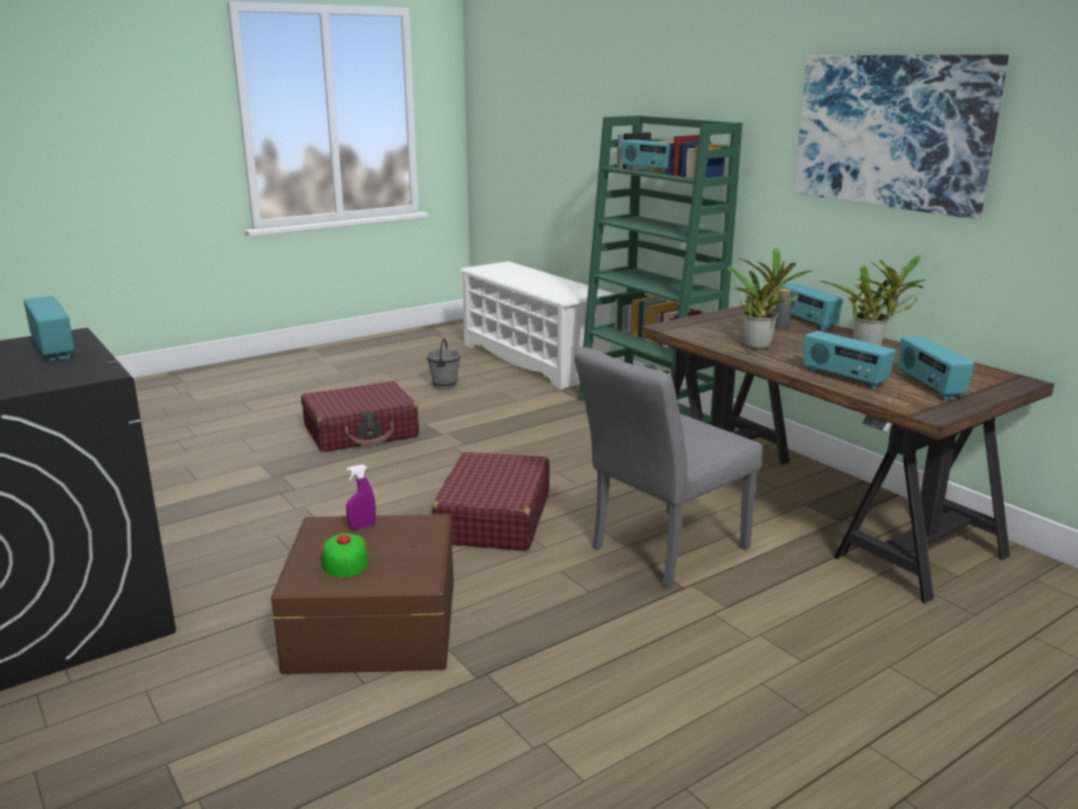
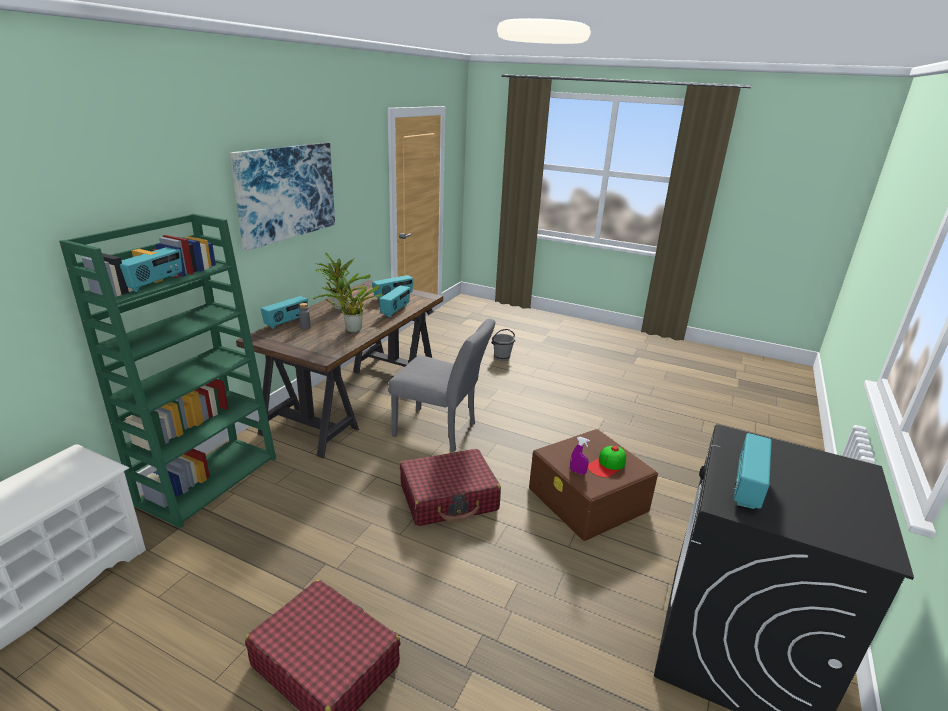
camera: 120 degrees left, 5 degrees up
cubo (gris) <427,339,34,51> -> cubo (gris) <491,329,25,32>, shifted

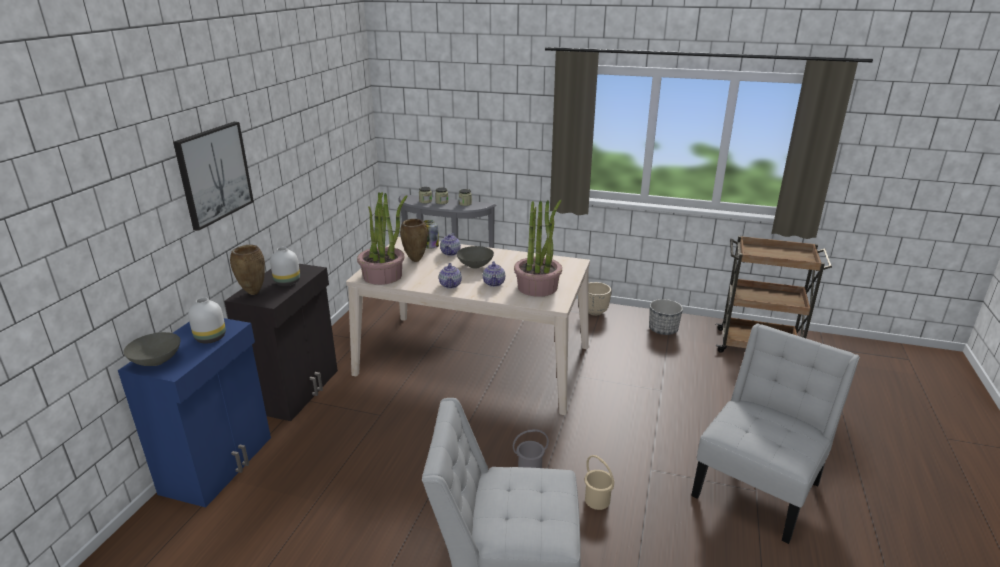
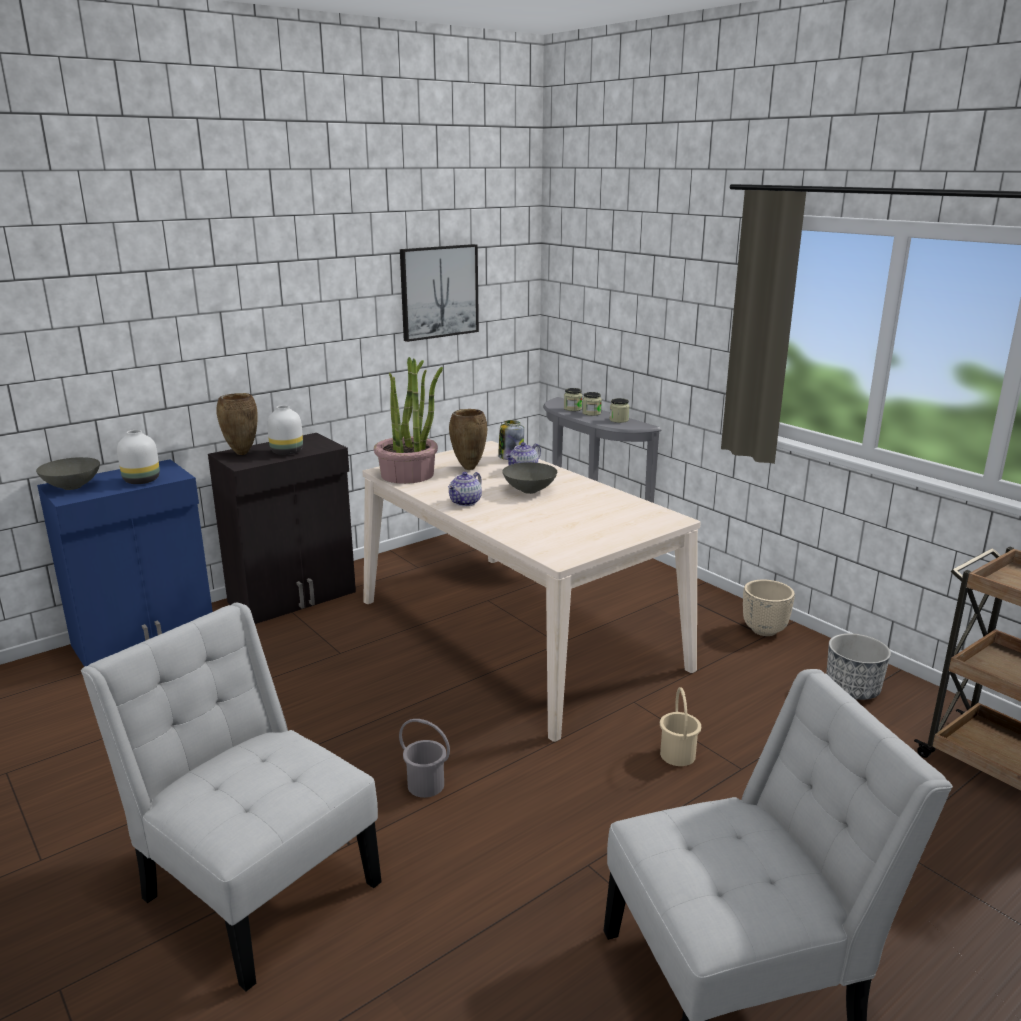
camera: 35 degrees right, 5 degrees down
cuadro <173,122,81,109> -> cuadro <400,244,79,98>, shifted
planta en maceta <514,200,48,97> -> none
tetera <483,261,22,26> -> none
cubo (beis) <584,455,30,55> -> cubo (beis) <660,687,41,79>, shifted

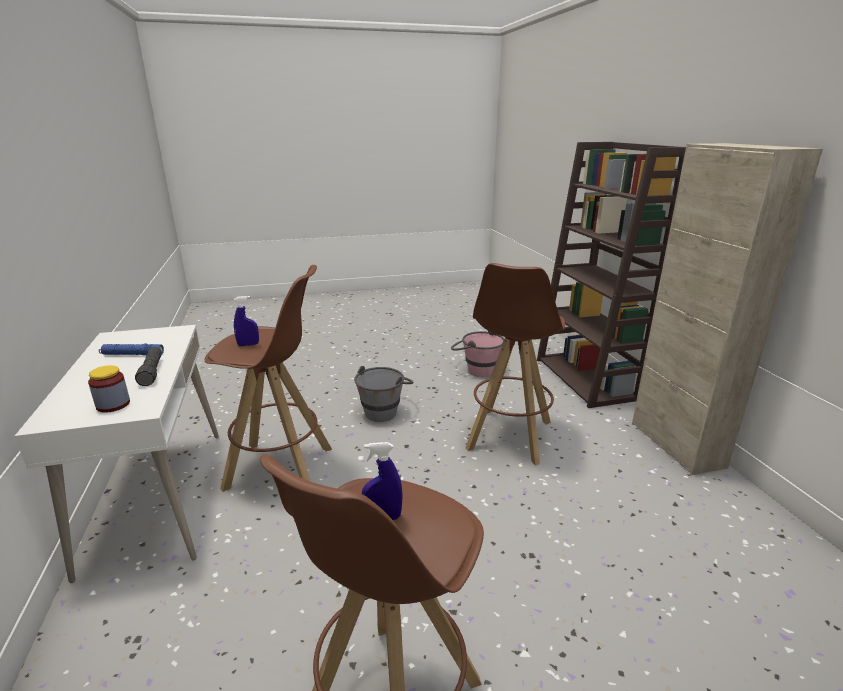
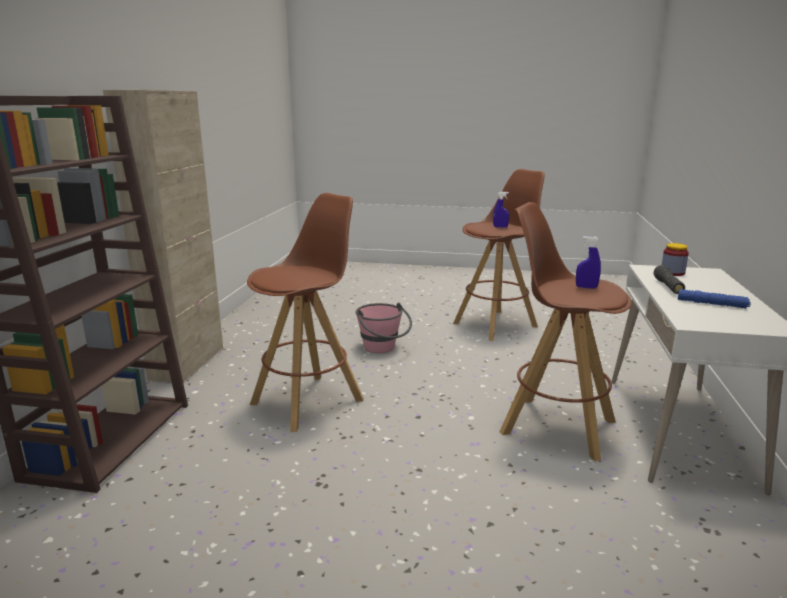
camera: 155 degrees left, 5 degrees down
cubo (rosa) <451,331,53,46> -> cubo (rosa) <355,303,57,50>, shifted
cubo (gris) <354,366,59,56> -> none

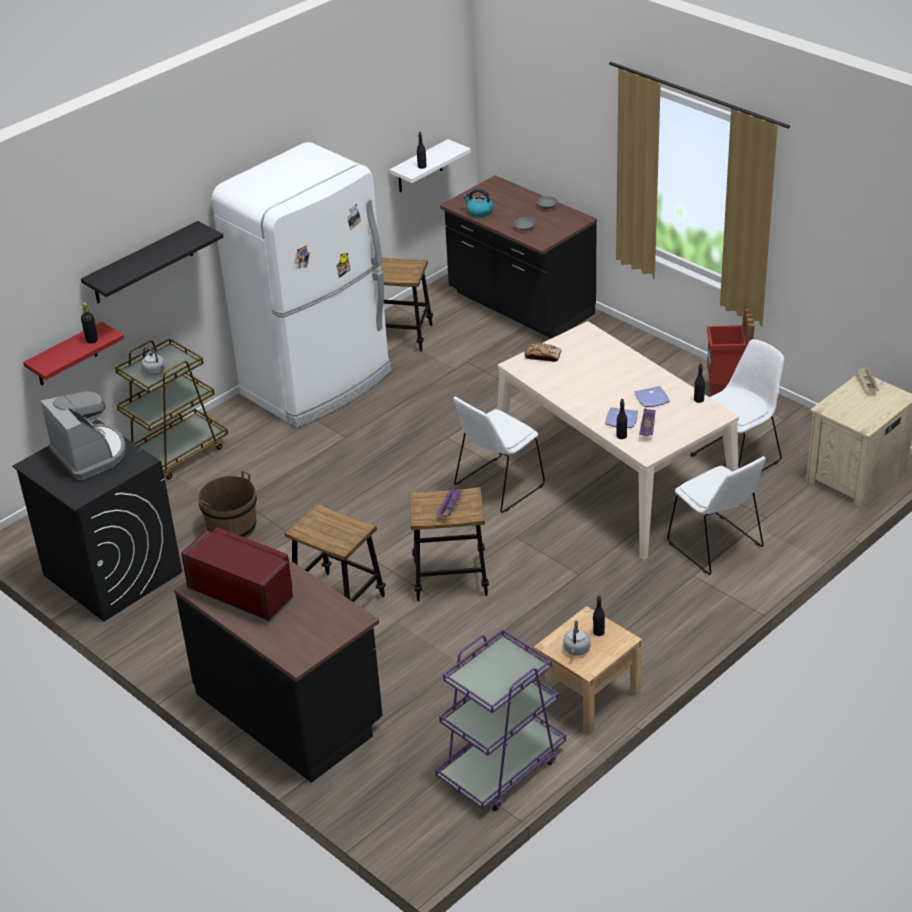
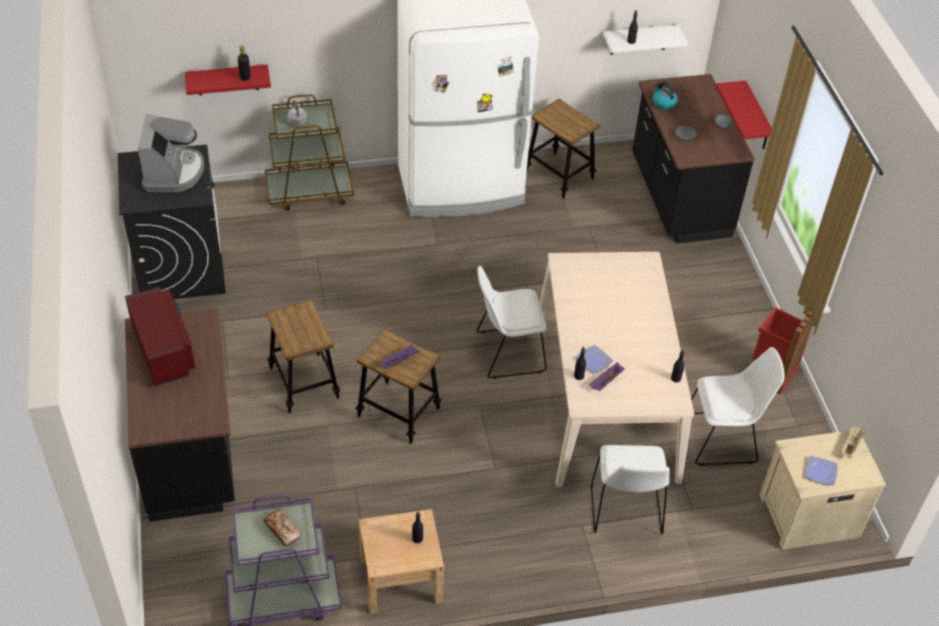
camera: 30 degrees right, 10 degrees up
estante (negro) <81,221,143,82> -> none
pan <524,343,38,19> -> pan <263,510,39,36>, shifted
plato <635,386,35,21> -> plato <805,456,32,29>, shifted
cubo (marrón) <198,471,59,67> -> none
hervidor (gris) <563,620,27,36> -> none
none -> estante (rojo) <716,81,56,68>

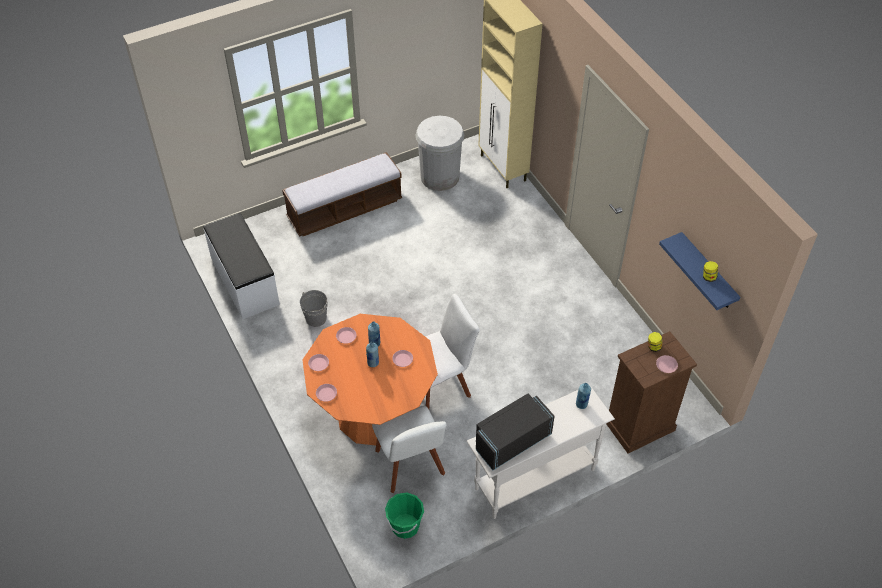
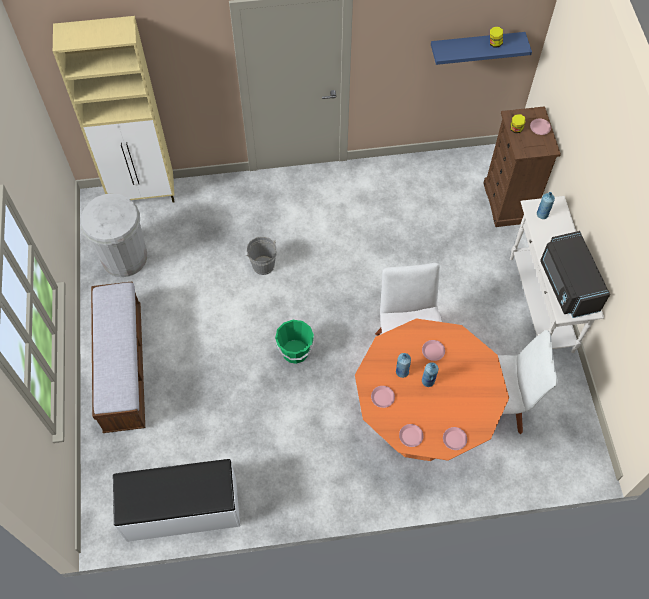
camera: 70 degrees left, 10 degrees up
cubo (gris) <300,290,28,37> -> cubo (gris) <246,236,31,39>, shifted
cubo (verde) <385,492,39,47> -> cubo (verde) <275,320,40,44>, shifted

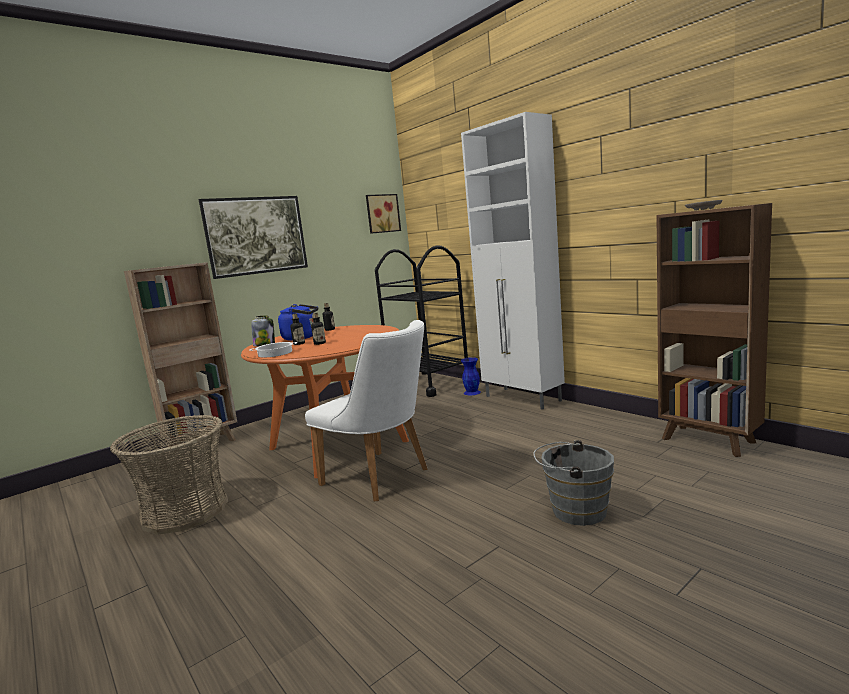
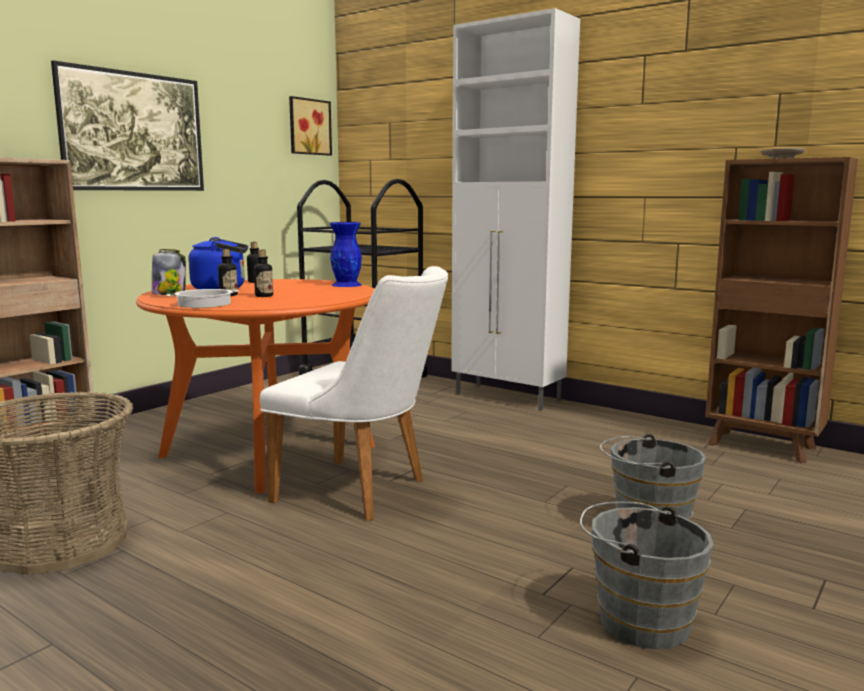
camera: 15 degrees left, 0 degrees up
florero (azul) <461,357,20,38> -> florero (azul) <330,222,32,65>, shifted
none -> cubo (gris) <580,501,133,148>

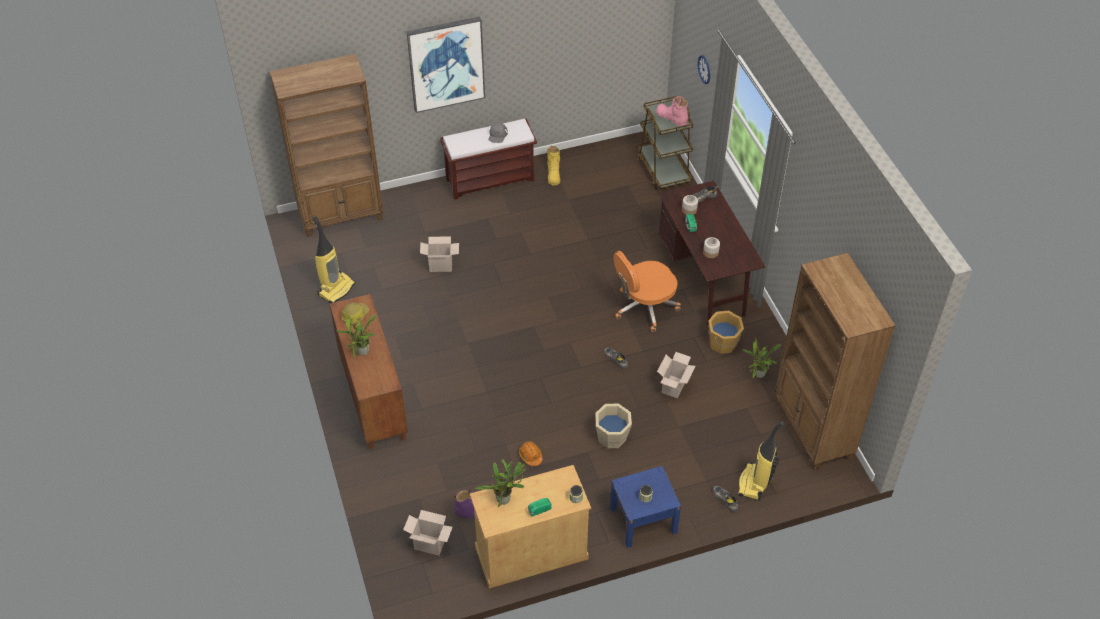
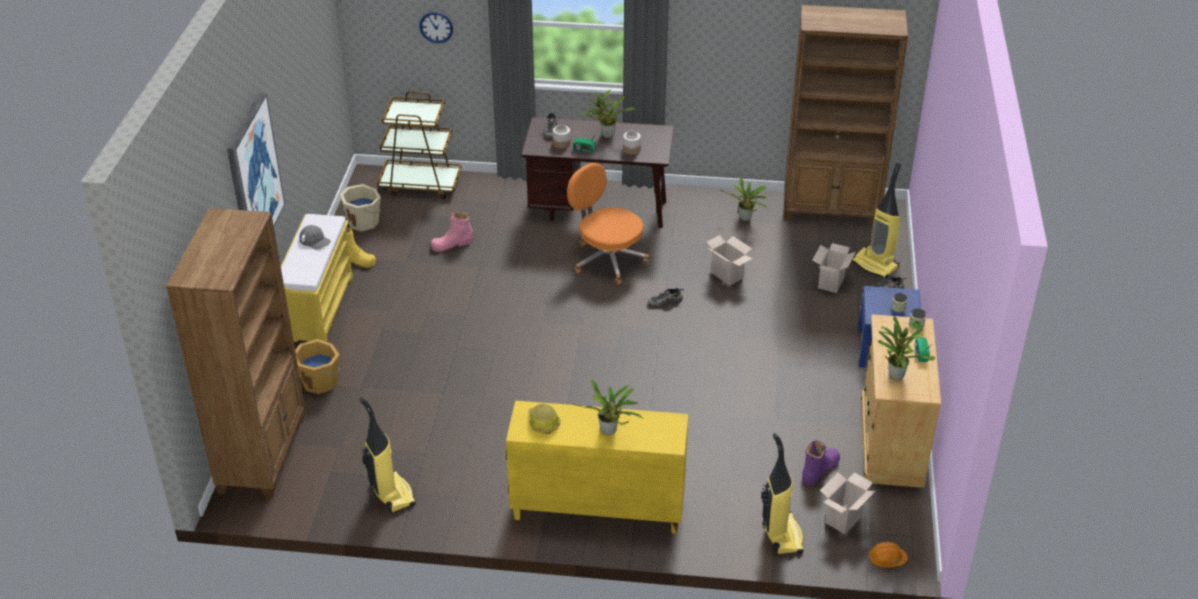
camera: 65 degrees left, 10 degrees down
bota (rosa) <656,96,32,30> -> bota (rosa) <431,212,42,40>, shifted
banco (marrón) <440,119,97,81> -> banco (amarillo) <281,214,72,128>
caja de cartón <420,236,39,36> -> caja de cartón <812,243,44,50>, shifted
silla de oficina (naranja) <613,251,68,81> -> silla de oficina (naranja) <567,163,82,122>, 135 degrees clockwise
armario (marrón) <330,294,78,155> -> armario (amarillo) <506,400,183,134>
cubo (naranja) <708,311,36,43> -> cubo (naranja) <295,339,45,55>, shifted
cubo (beis) <595,403,37,45> -> cubo (beis) <340,184,41,48>, shifted
casco (naranja) <519,441,24,25> -> casco (naranja) <869,542,39,26>, shifted
none -> planta en maceta <579,90,55,48>
none -> aspiradora <761,433,43,122>

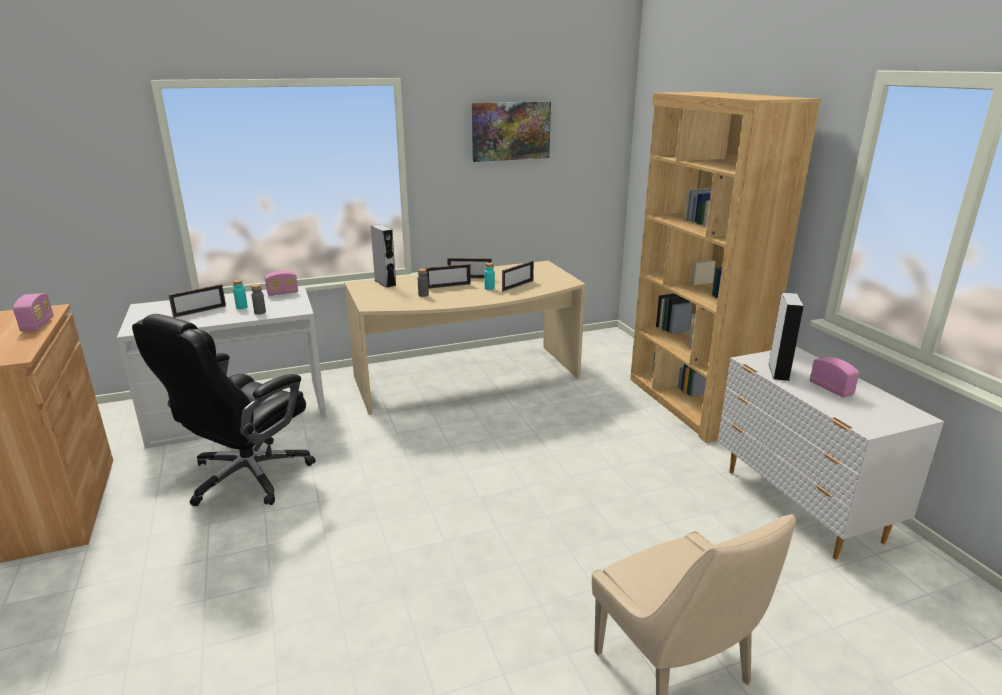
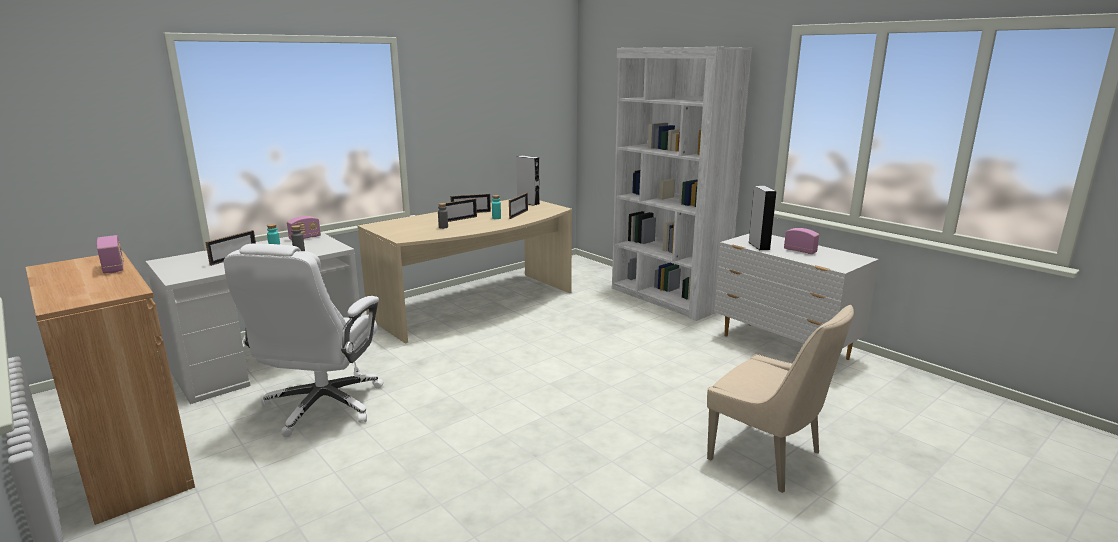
camera: 20 degrees left, 5 degrees down
estantería (marrón) <630,92,191,351> -> estantería (blanco) <612,47,140,274>
cuadro <472,101,79,61> -> none
altavoz (gris) <371,225,25,63> -> altavoz (gris) <516,156,24,50>, shifted
silla de oficina (negro) <132,314,184,192> -> silla de oficina (blanco) <224,244,160,193>

